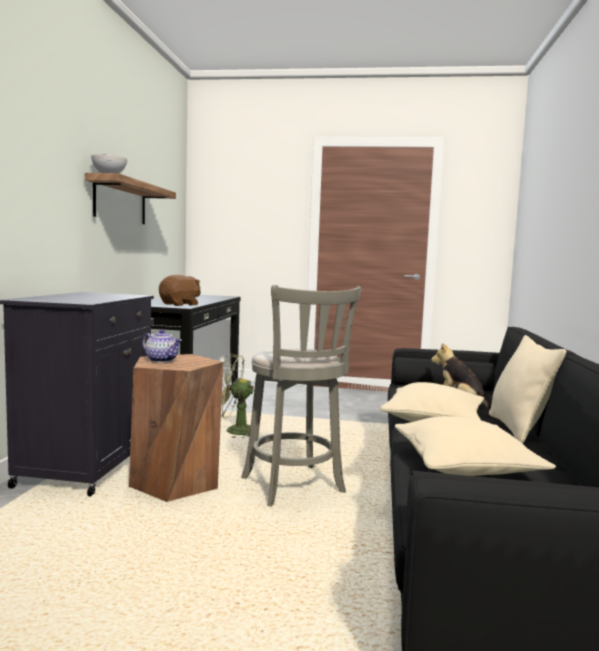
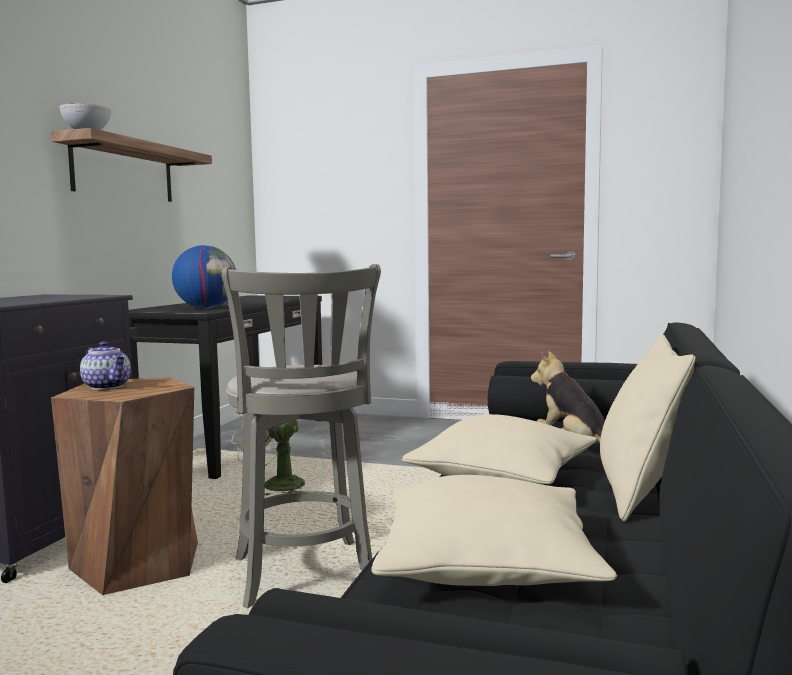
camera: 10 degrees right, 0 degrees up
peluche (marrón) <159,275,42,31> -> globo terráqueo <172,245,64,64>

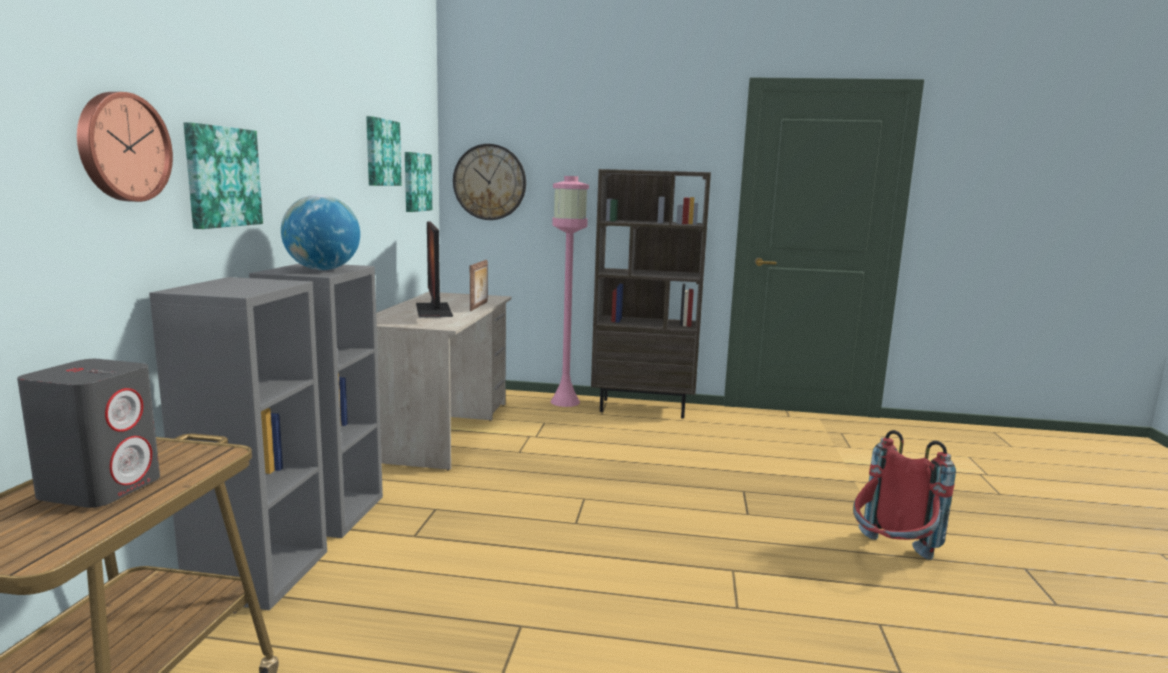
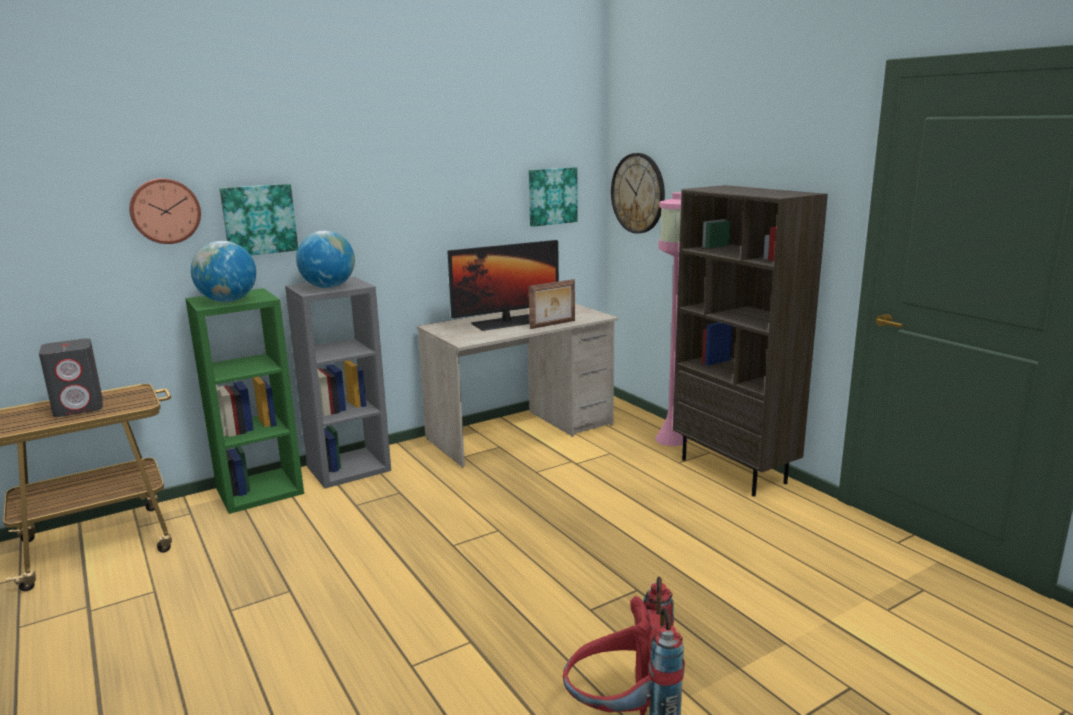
camera: 50 degrees right, 5 degrees up
cuadro <366,116,36,70> -> none
monitor <416,221,37,97> -> monitor <447,240,112,91>, 150 degrees counterclockwise
estantería (gris) <149,277,178,333> -> estantería (verde) <185,288,119,226>
none -> globo terráqueo <191,241,65,61>

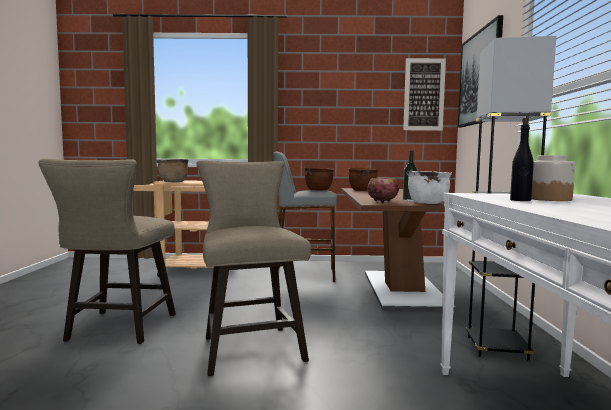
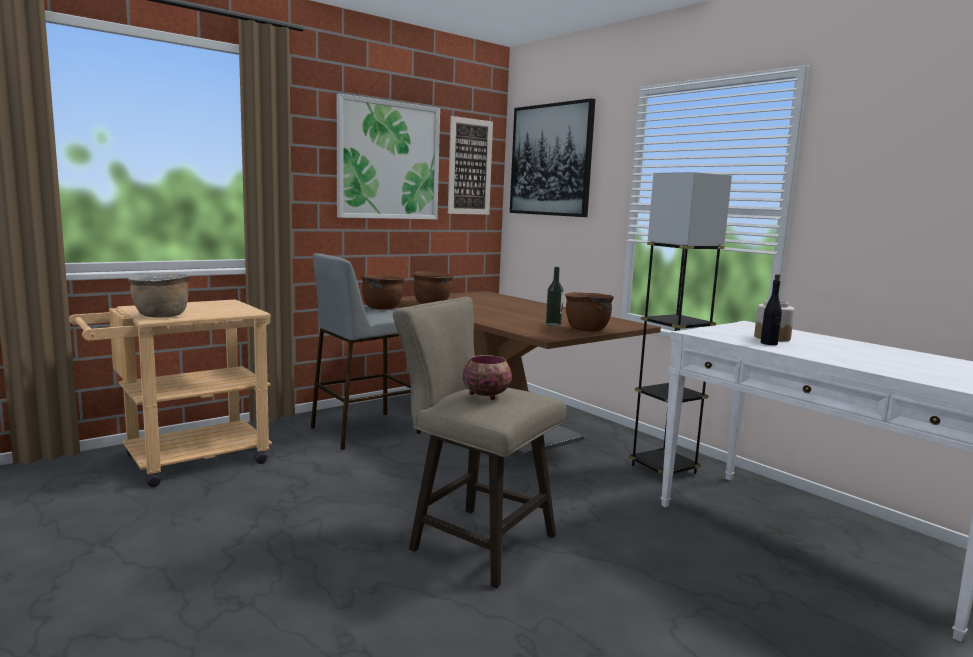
camera: 40 degrees left, 5 degrees up
taburete (beis) <38,159,138,185> -> none
olla (blanco) <407,171,45,33> -> olla (marrón) <565,292,49,40>
cuenco <367,178,32,25> -> cuenco <463,355,49,45>, shifted
none -> cuadro <337,93,103,127>

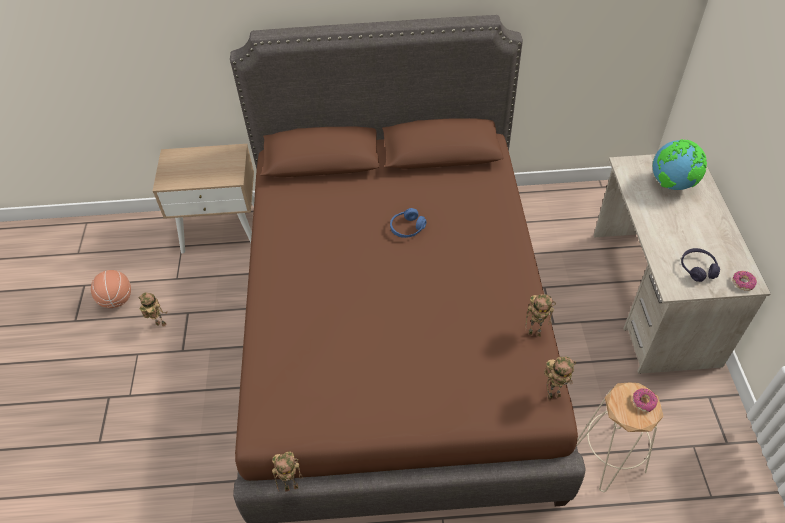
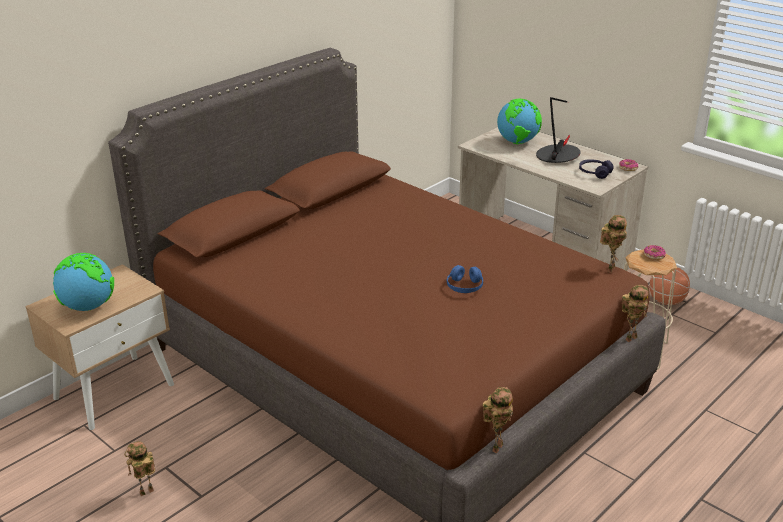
camera: 45 degrees left, 20 degrees down
auriculares (azul) <390,208,37,30> -> auriculares (azul) <446,265,37,28>, shifted
balón de baloncesto <91,270,40,38> -> balón de baloncesto <649,267,41,38>, shifted
robot de juguete <525,294,31,43> -> robot de juguete <622,285,27,57>, shifted
none -> lámpara de mesa <536,97,45,66>
none -> globo terráqueo <53,253,61,58>

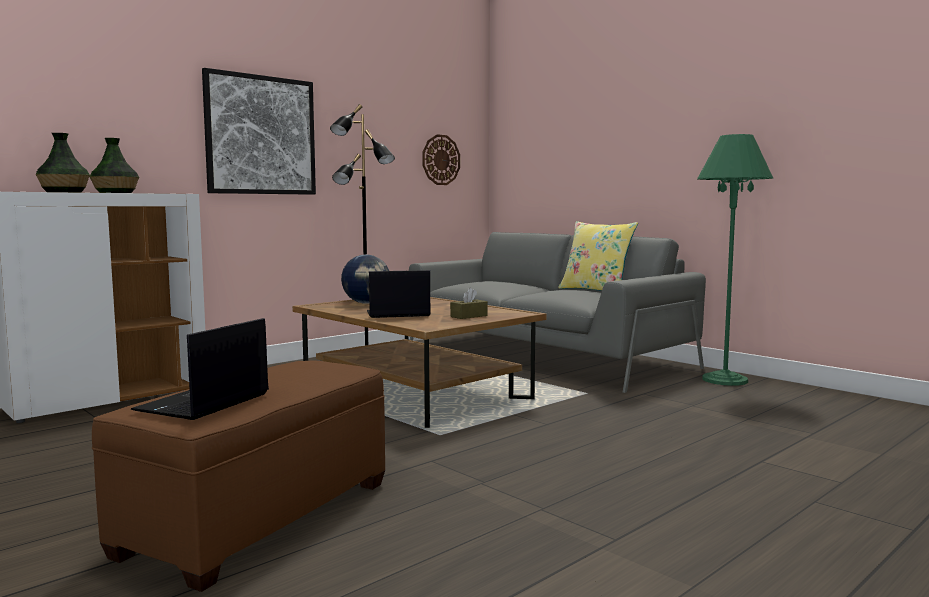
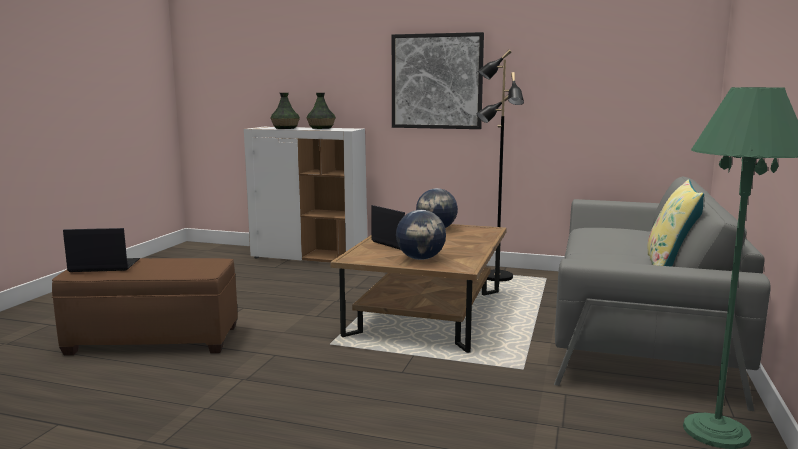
camera: 60 degrees right, 5 degrees up
reloj de pared <422,134,38,51> -> none
caja de pañuelos (marrón) <450,288,38,31> -> globo terráqueo <396,210,50,50>

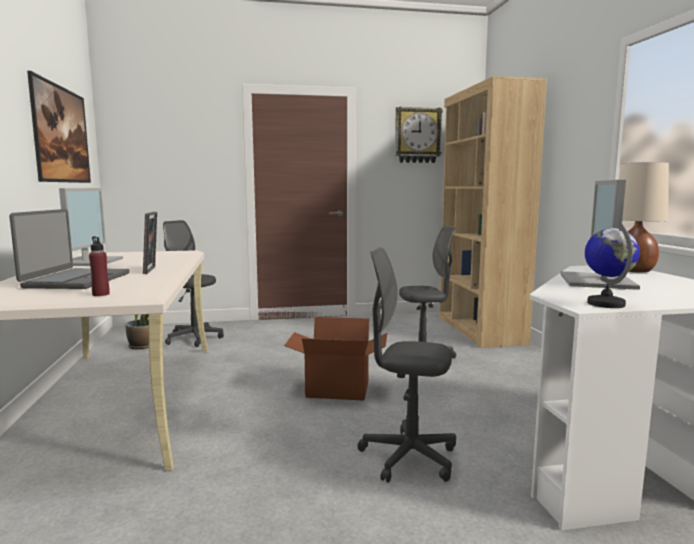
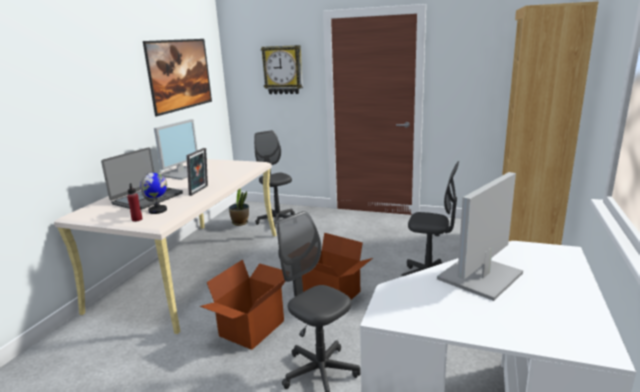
camera: 30 degrees right, 10 degrees up
reloj de pared <395,107,48,56> -> reloj de pared <261,45,42,49>, shifted
lámpara de mesa (beis) <619,162,50,111> -> none
globo terráqueo <585,223,55,85> -> globo terráqueo <140,172,27,42>, shifted
none -> caja de cartón <200,260,85,90>

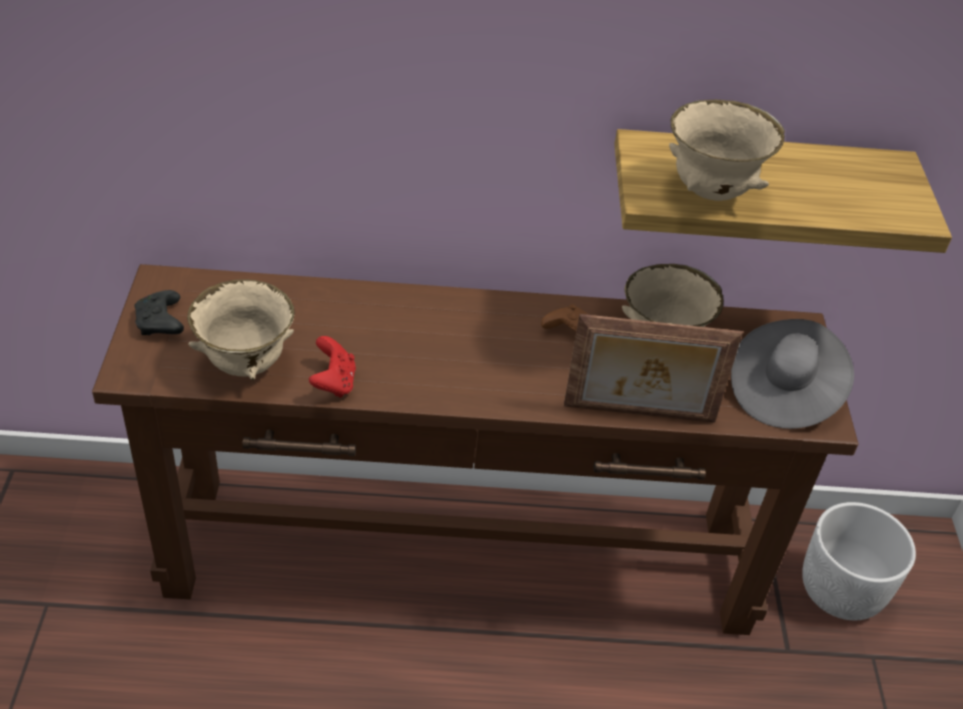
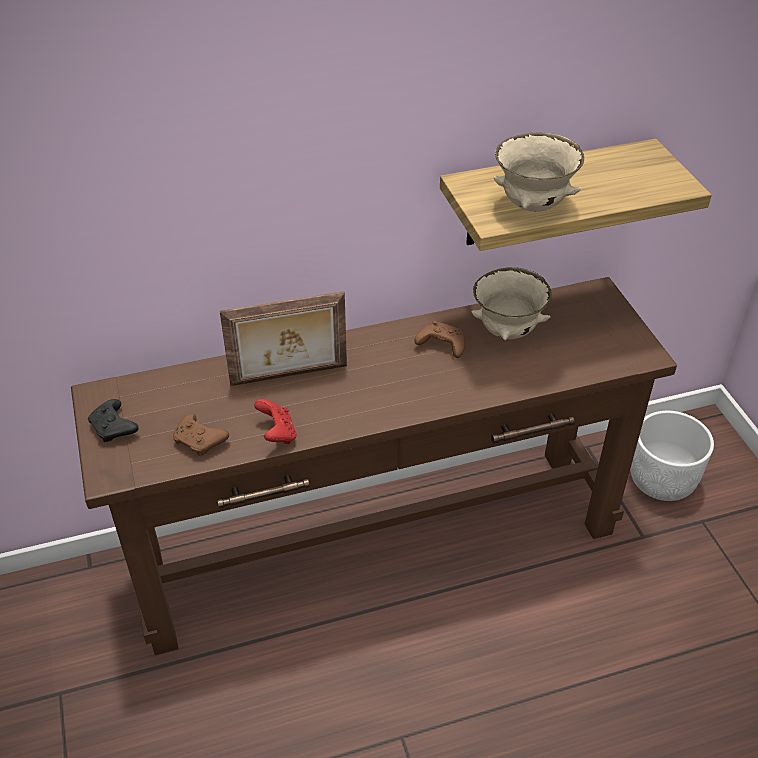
camera: 15 degrees left, 0 degrees up
cuenco (beis) <187,279,107,101> -> mando de consola (marrón) <173,414,56,42>
portarretratos <564,314,179,109> -> portarretratos <220,291,127,95>, shifted
sombrero (gris) <731,319,123,110> -> none

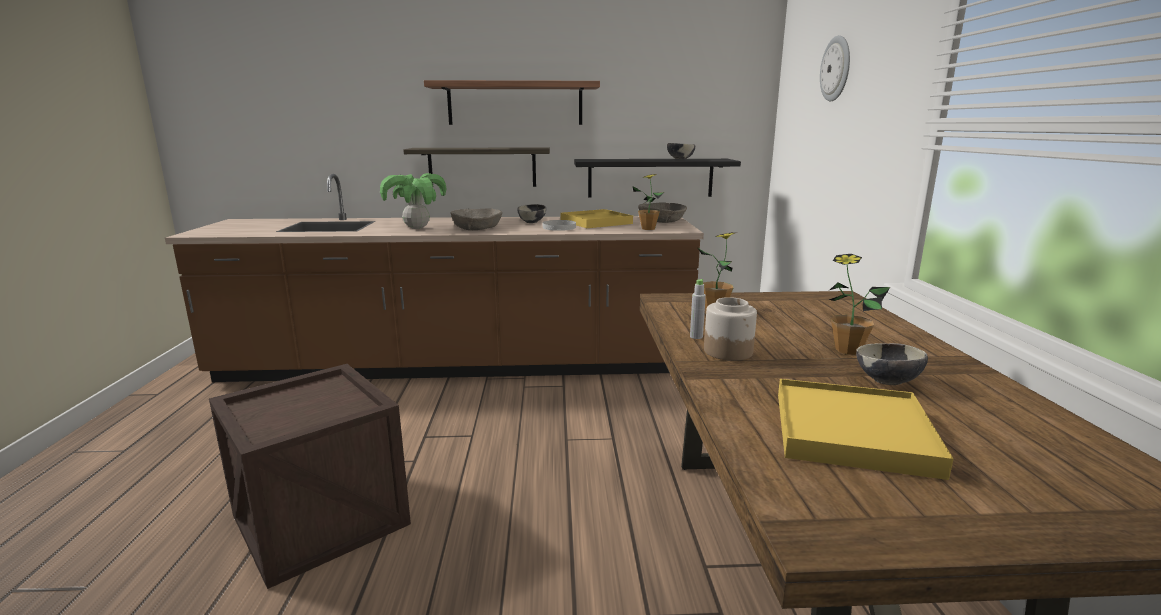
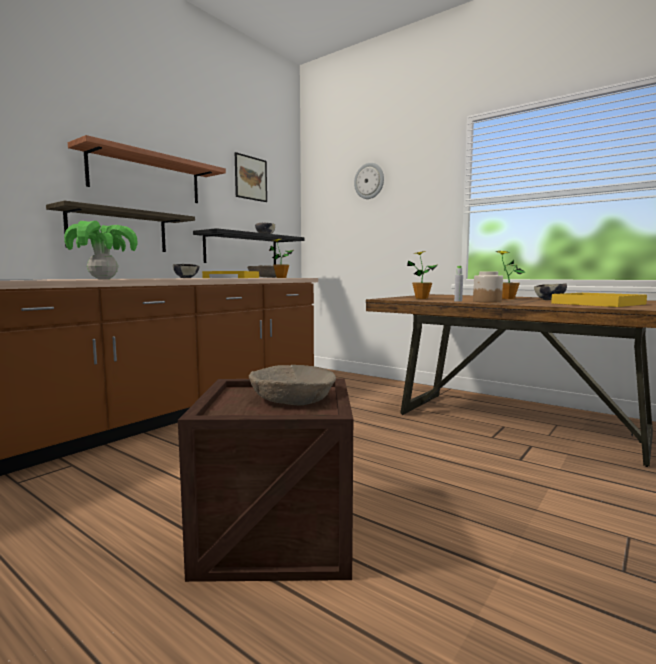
camera: 50 degrees left, 10 degrees down
cuenco (beis) <450,208,52,22> -> cuenco (beis) <249,365,87,40>, shifted
none -> cuadro <235,152,32,50>

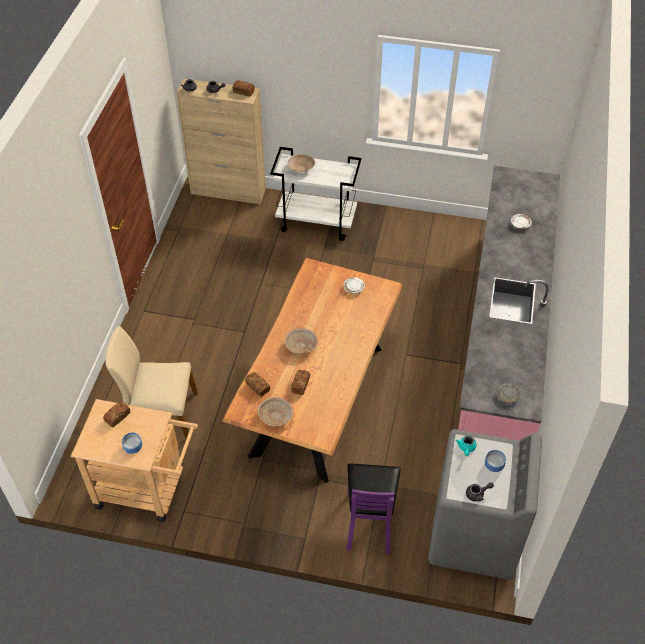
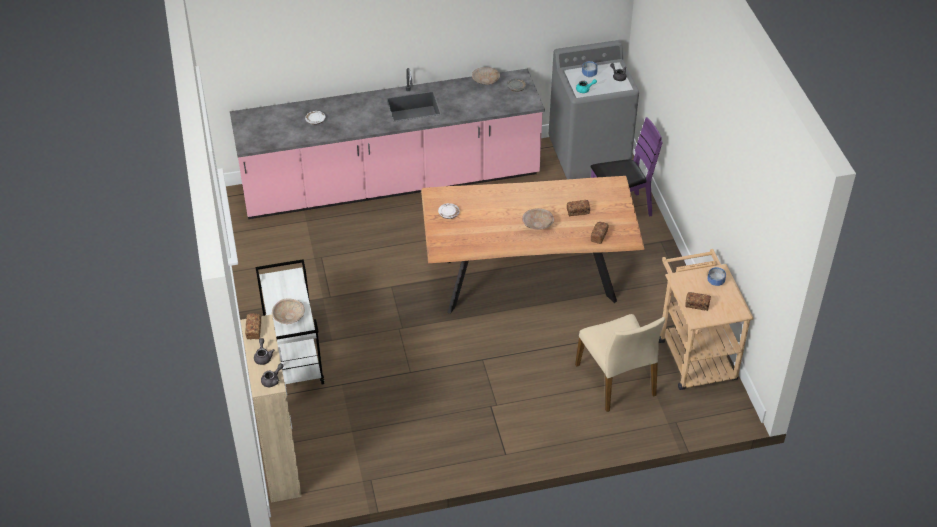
camera: 115 degrees left, 5 degrees down
cuenco (beis) <258,397,35,29> -> cuenco (beis) <472,67,28,18>, shifted

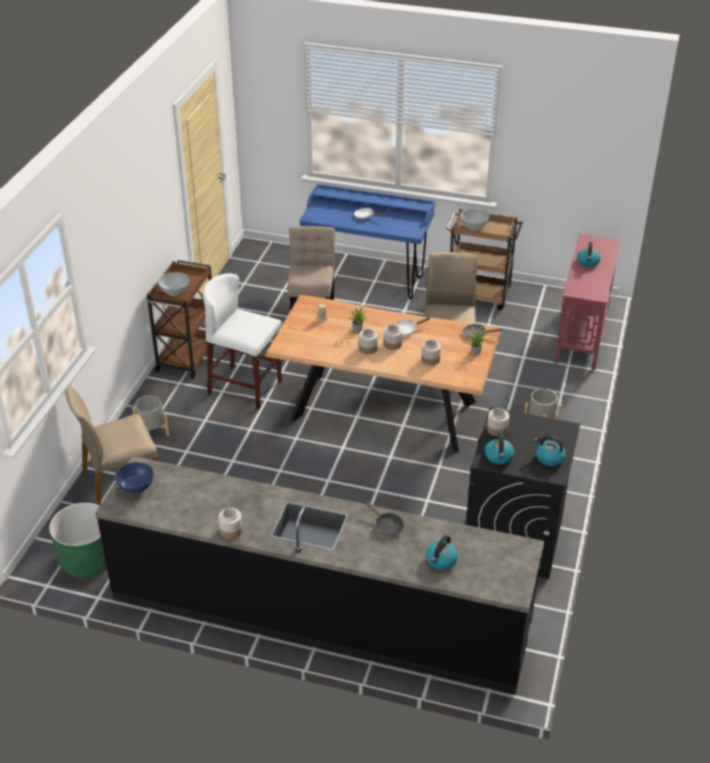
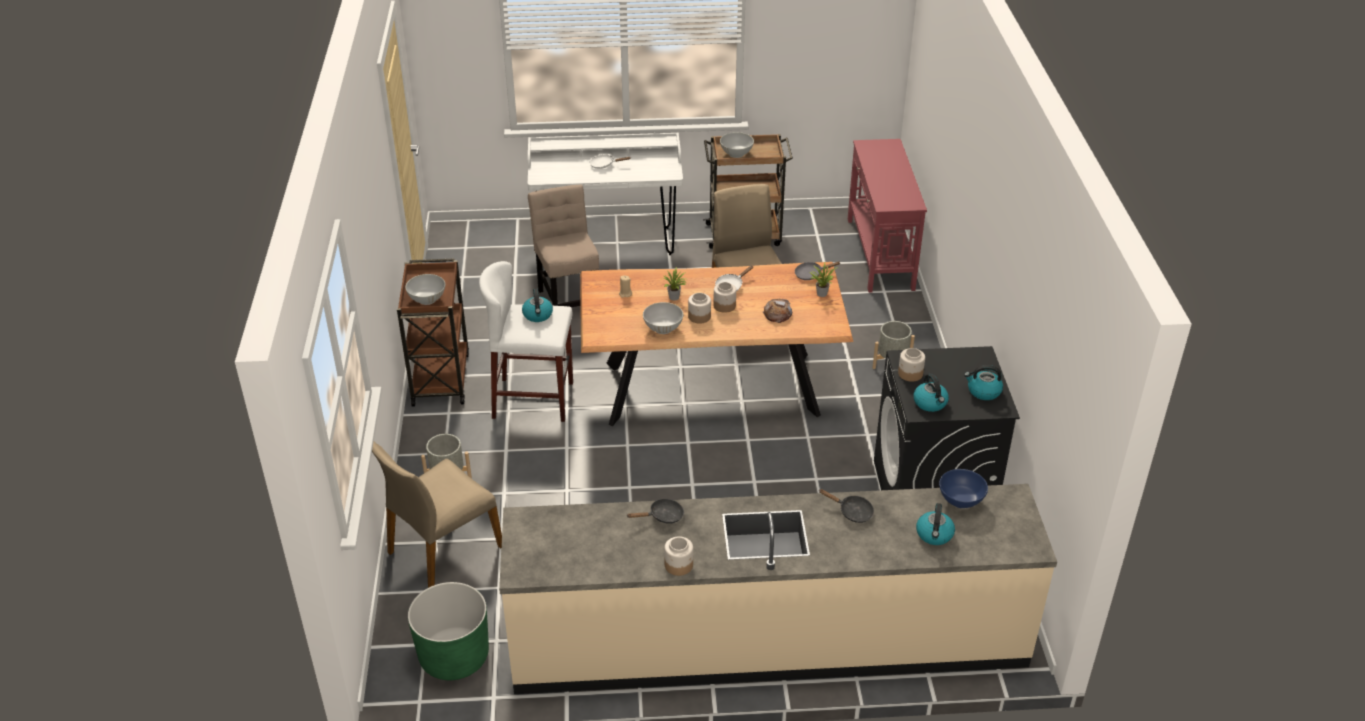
camera: 20 degrees left, 0 degrees up
escritorio (azul) <300,184,135,116> -> escritorio (blanco) <528,133,155,122>
hervidor <577,242,24,25> -> hervidor <522,289,31,33>, shifted
tarro <421,340,20,25> -> pan <762,299,31,24>
mueble bajo de cocina (negro) <95,456,449,239> -> mueble bajo de cocina (beis) <499,484,558,210>
cuenco (azul) <115,462,39,32> -> cuenco (azul) <939,469,49,39>, shifted
none -> cuenco (blanco) <643,302,40,32>
none -> sartén (negro) <627,498,57,26>

